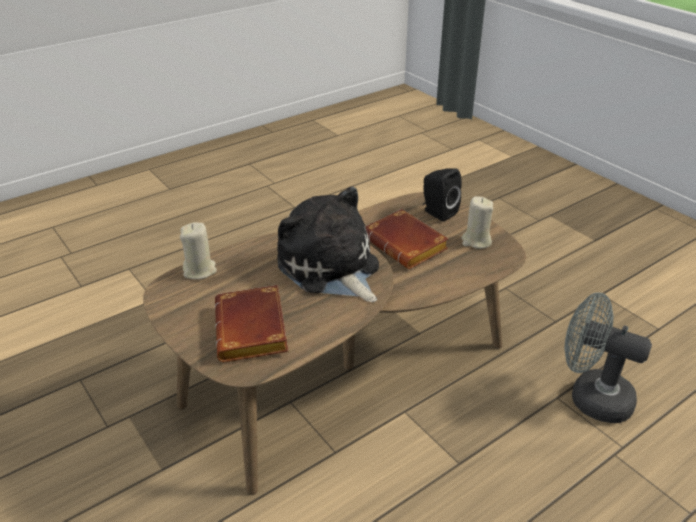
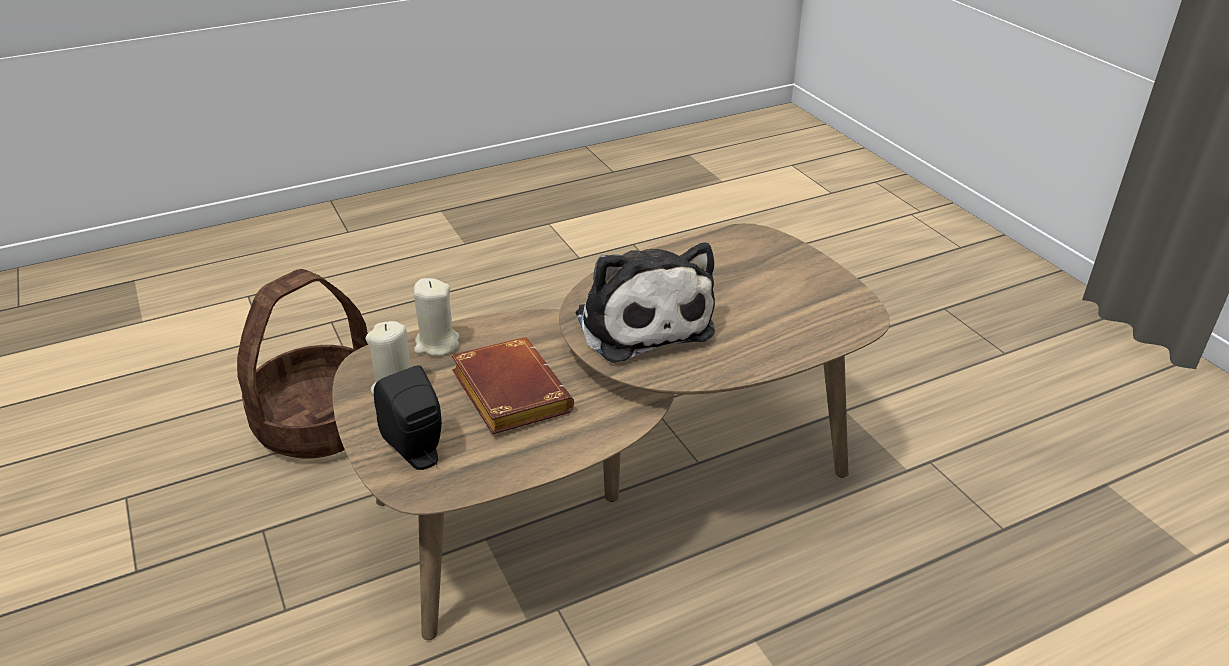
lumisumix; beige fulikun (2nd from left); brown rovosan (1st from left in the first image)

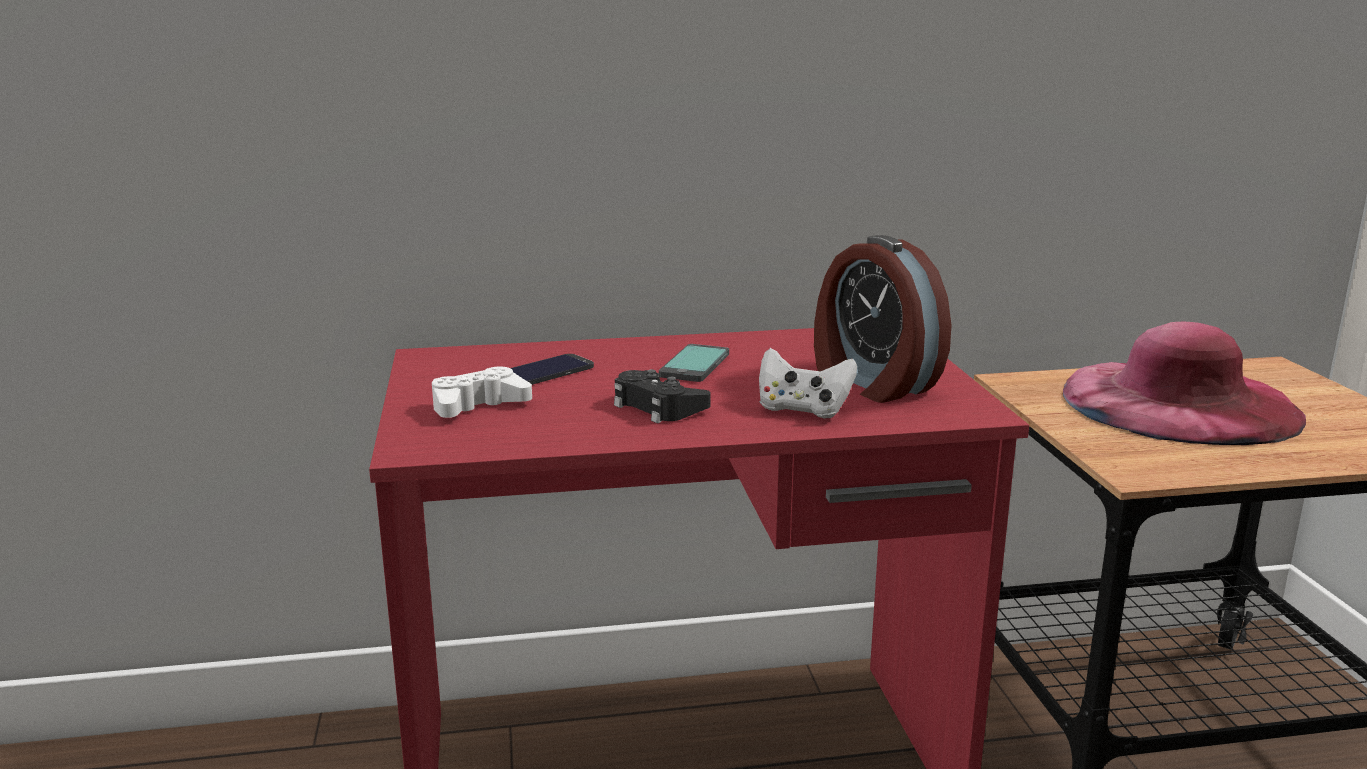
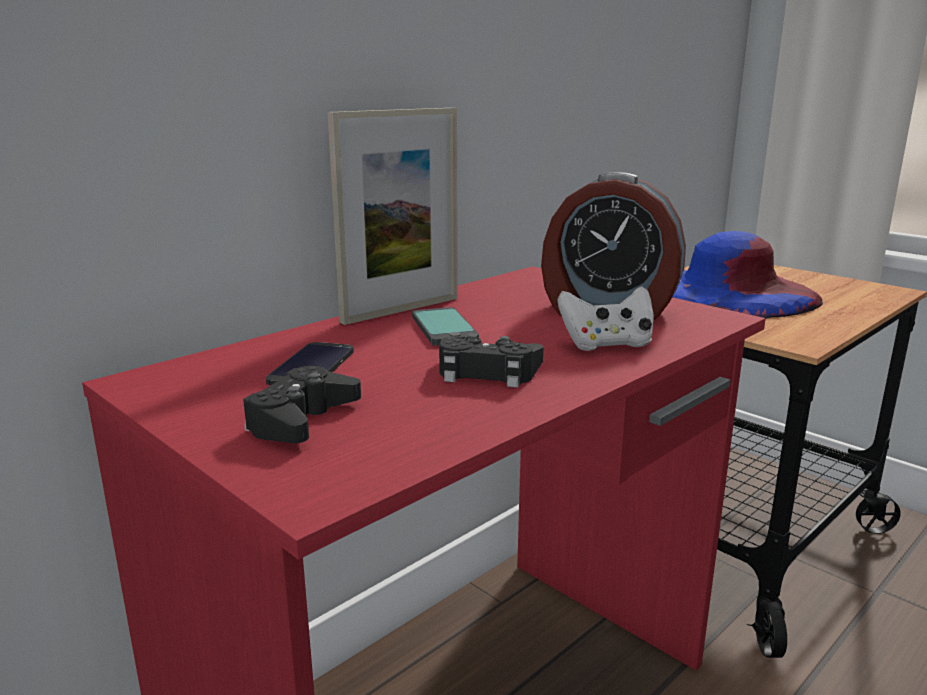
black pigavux (1st from left); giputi; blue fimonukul

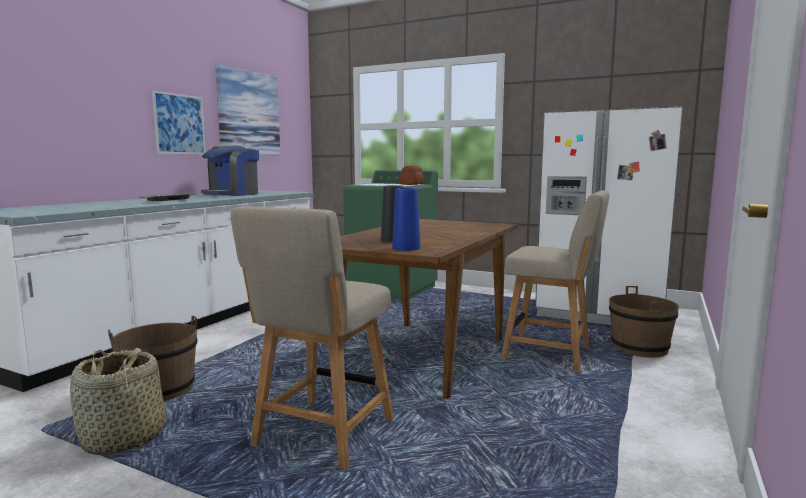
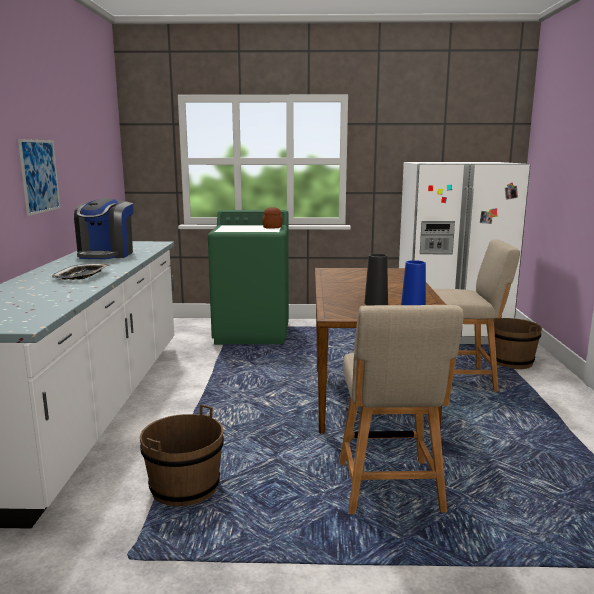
lumisumix; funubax (2nd from left in the first image)

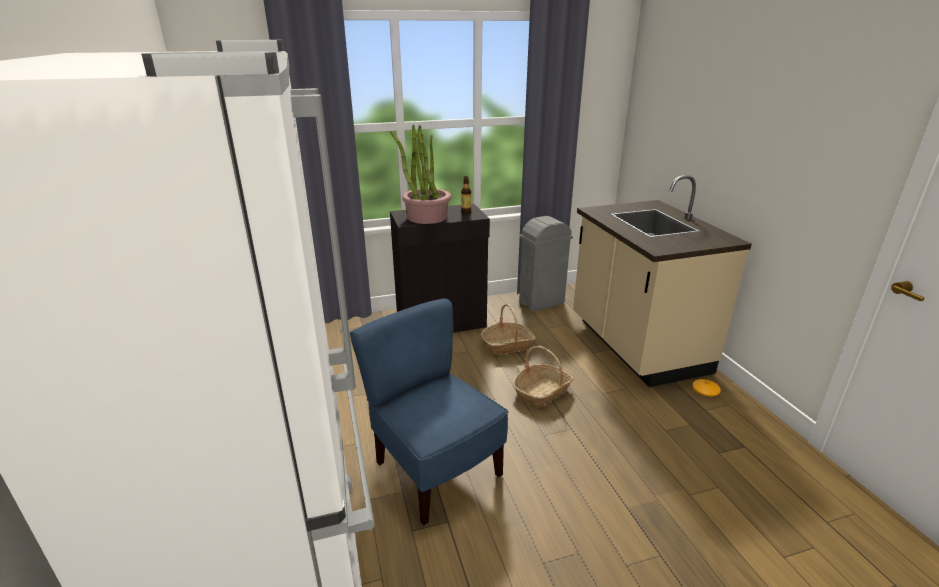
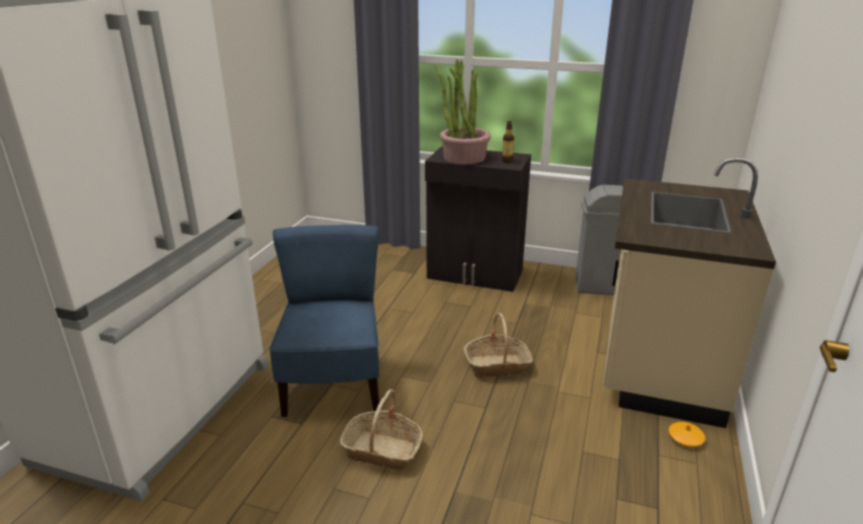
lumisumix (1st from left)

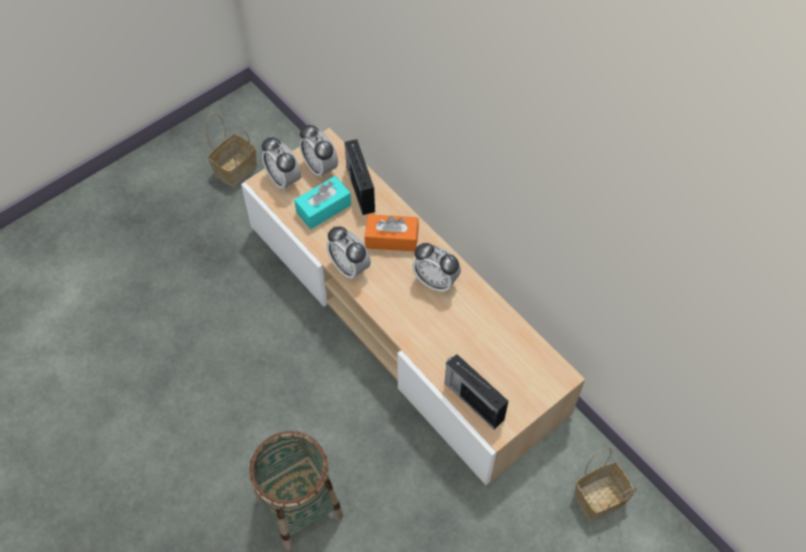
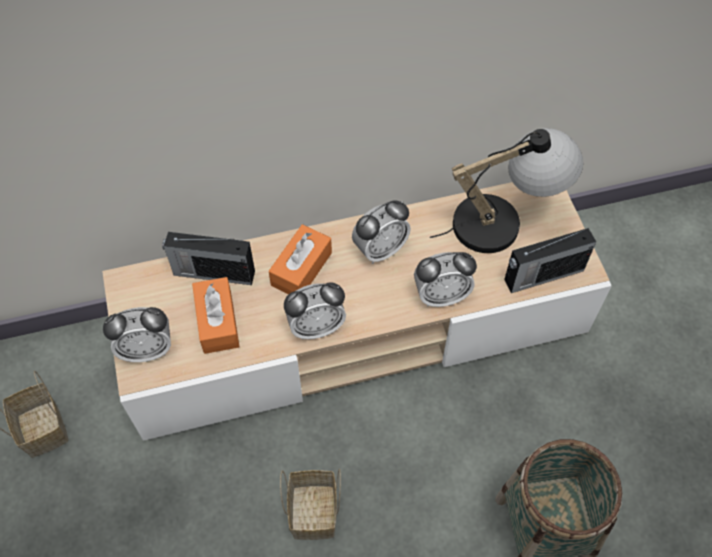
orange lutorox (1st from left); lumisumix (2nd from left); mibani (4th from left); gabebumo

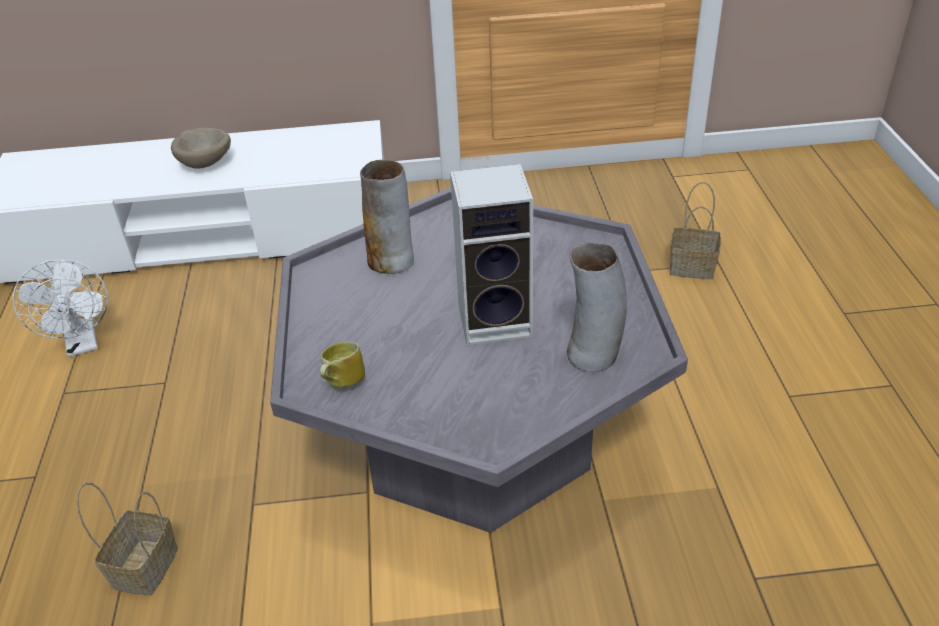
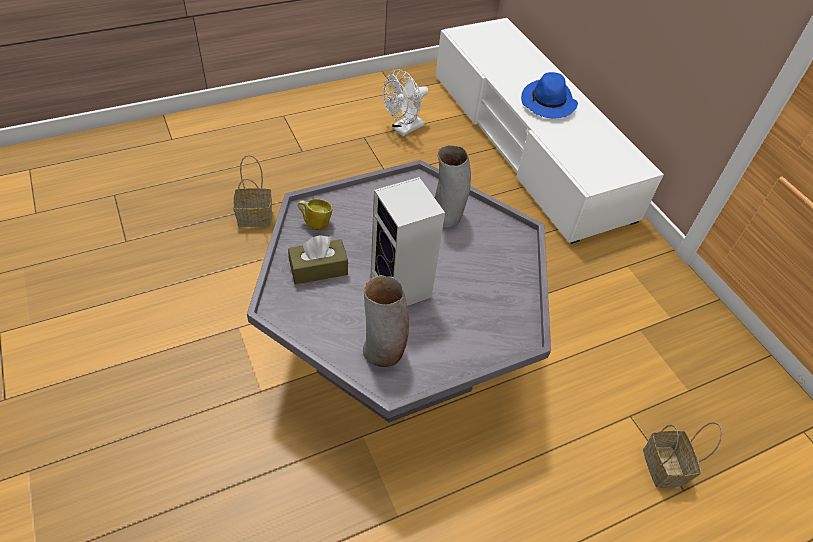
brown lutorox; blue fimonukul

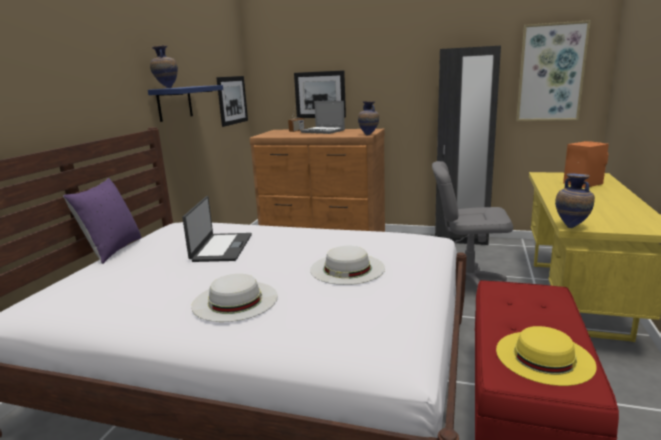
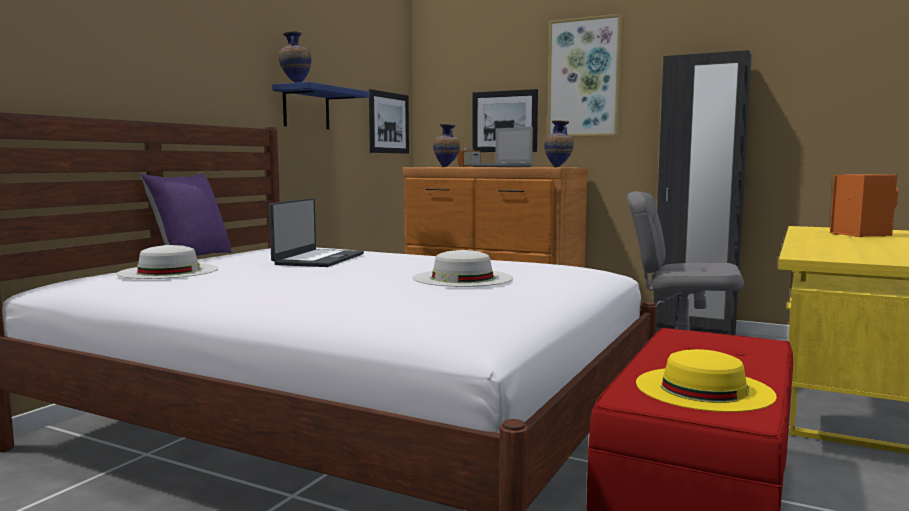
white fimonukul (1st from left); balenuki (2nd from left); funubax (3rd from left)

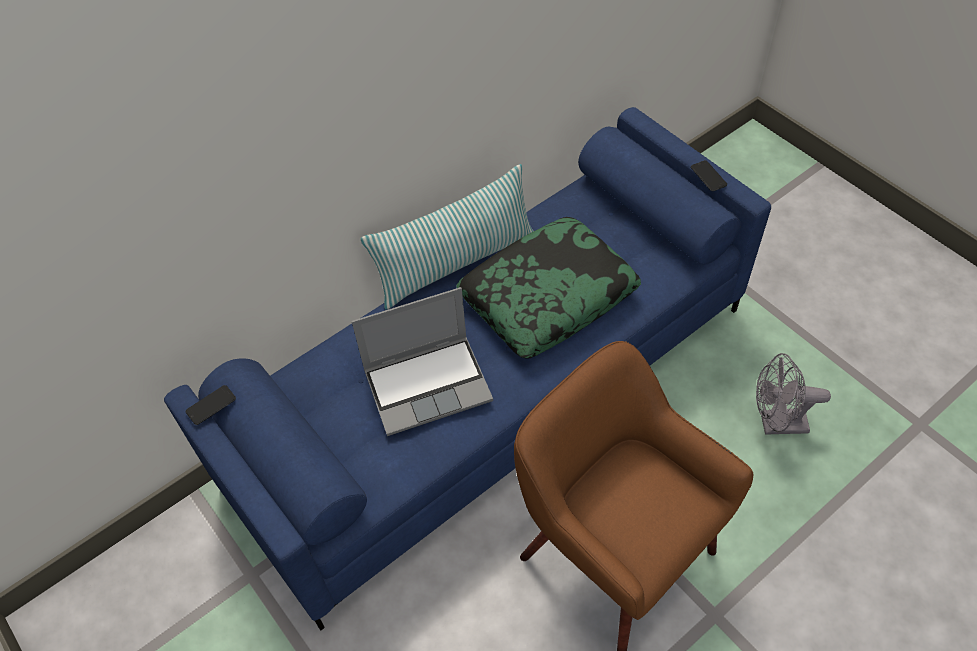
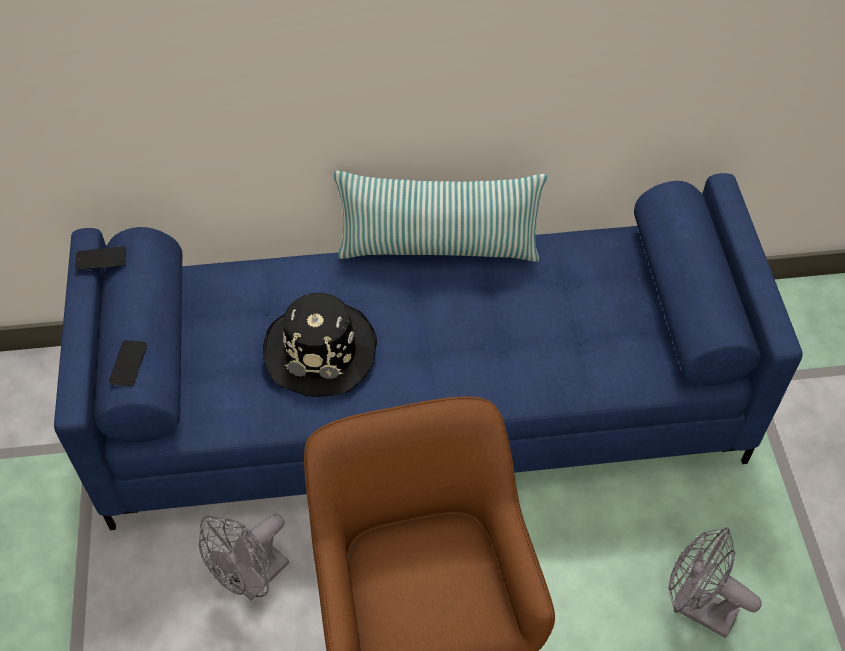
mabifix (2nd from left); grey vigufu (1st from left); black fimonukul; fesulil (2nd from left in the first image)

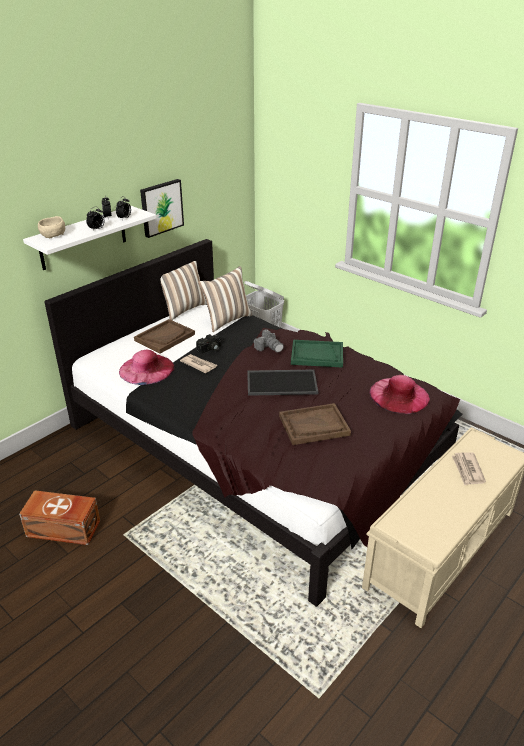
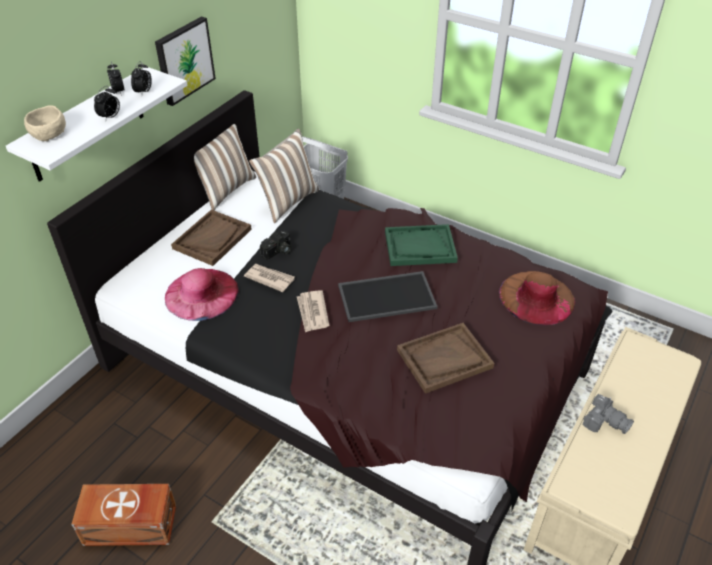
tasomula (2nd from left); brown fimonukul; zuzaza (2nd from left)

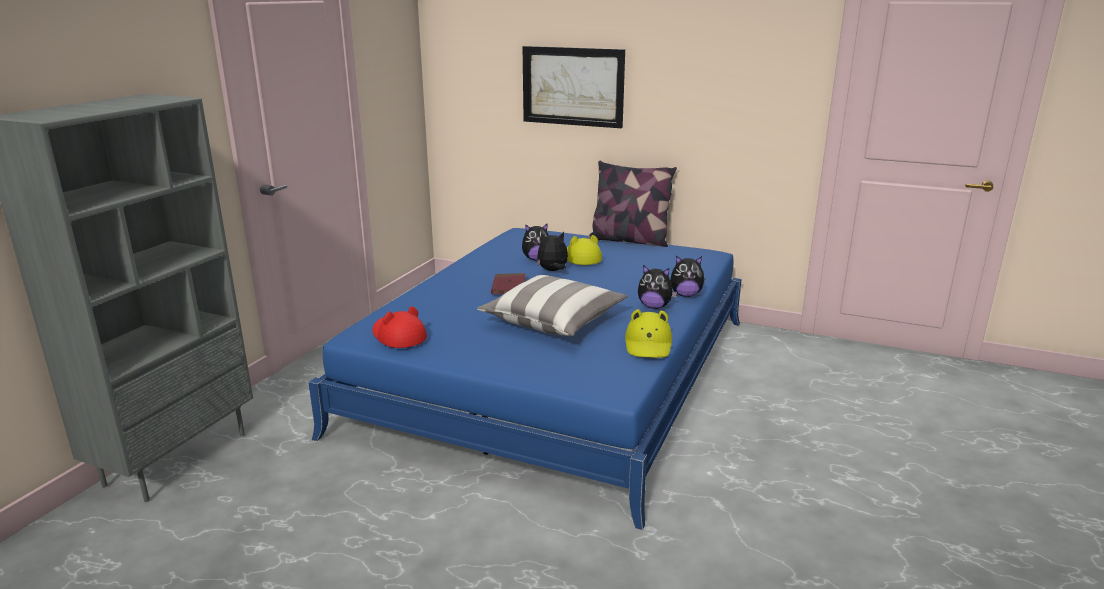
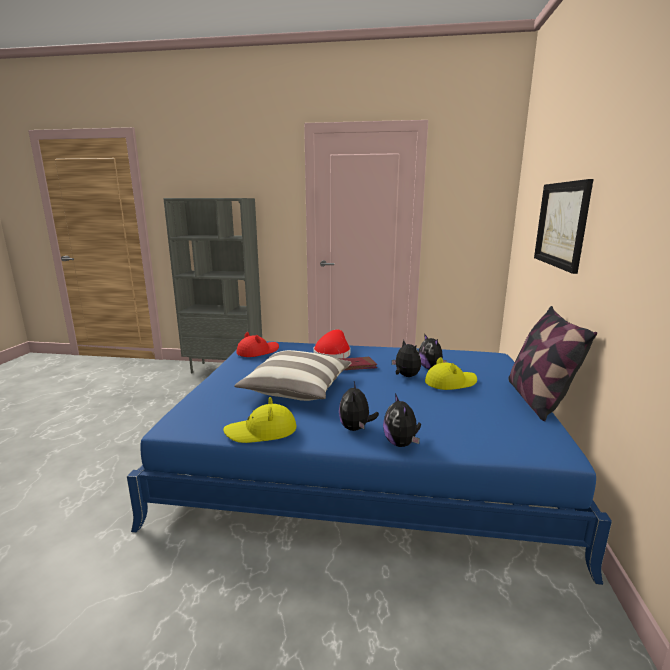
red fimonukul (2nd from left)

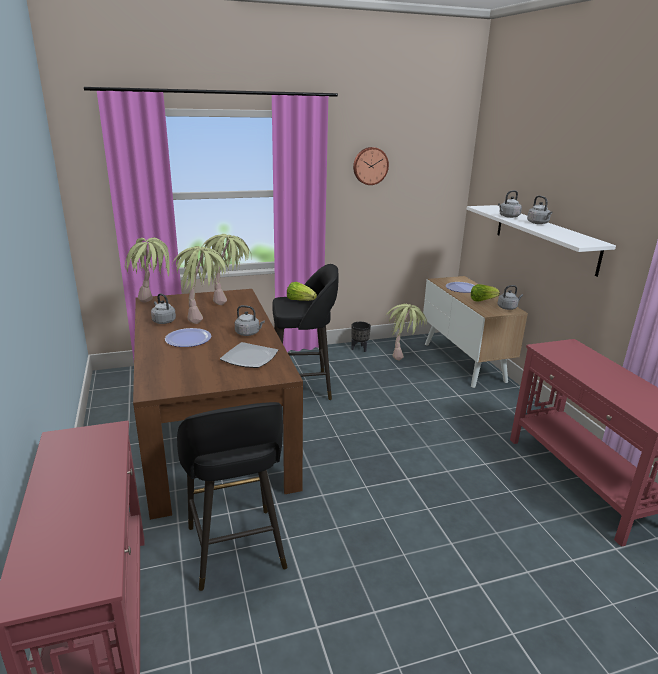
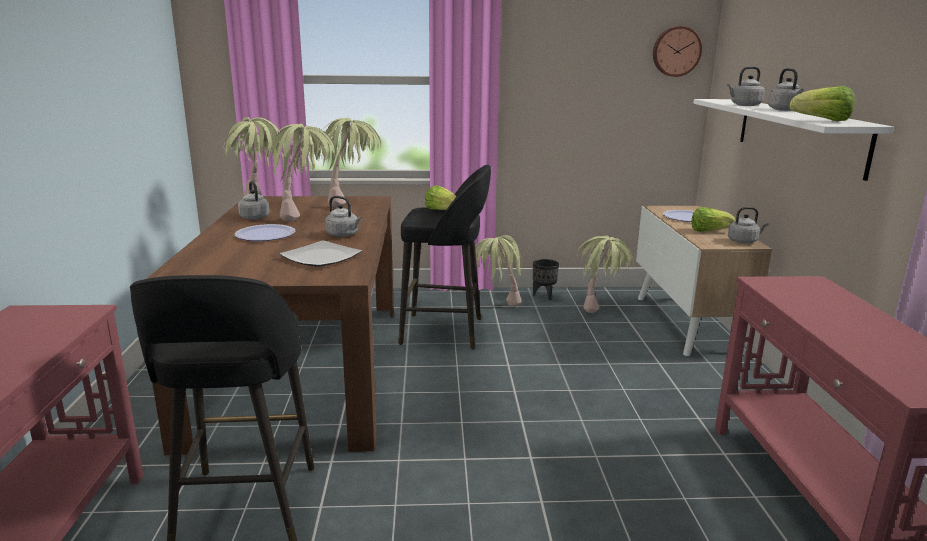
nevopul (4th from left); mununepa; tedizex (3rd from left)

